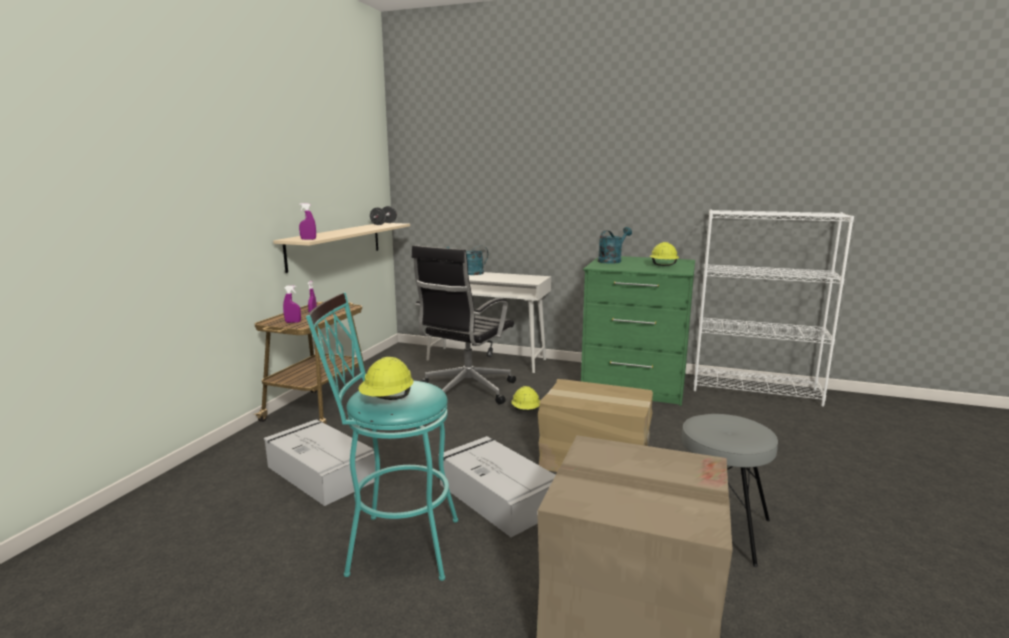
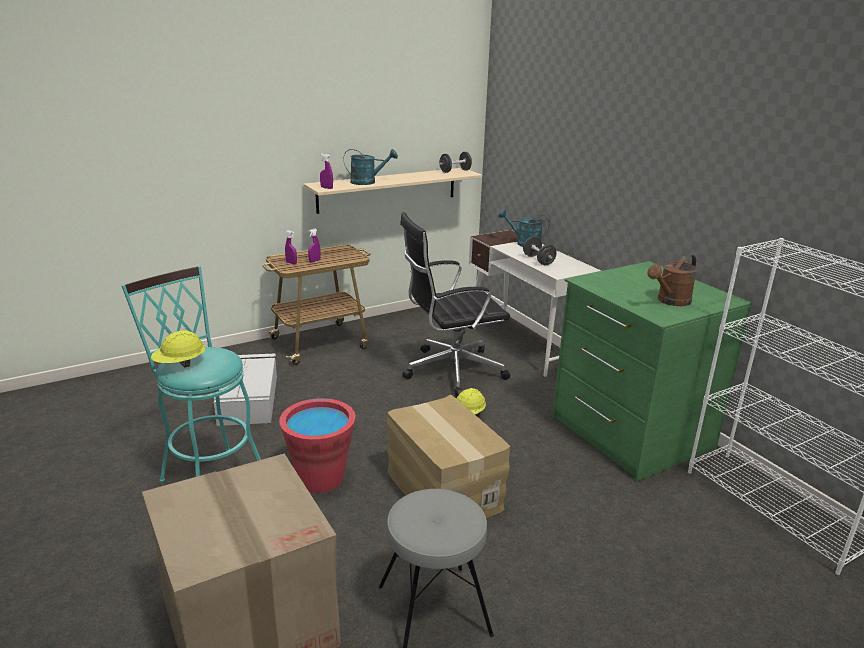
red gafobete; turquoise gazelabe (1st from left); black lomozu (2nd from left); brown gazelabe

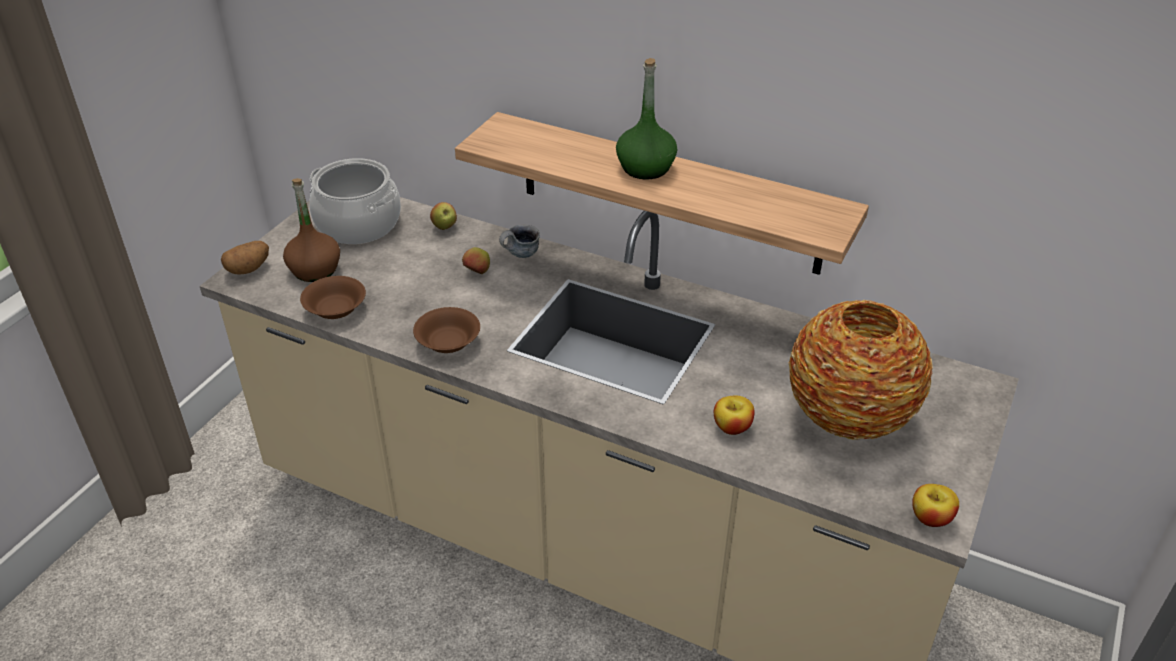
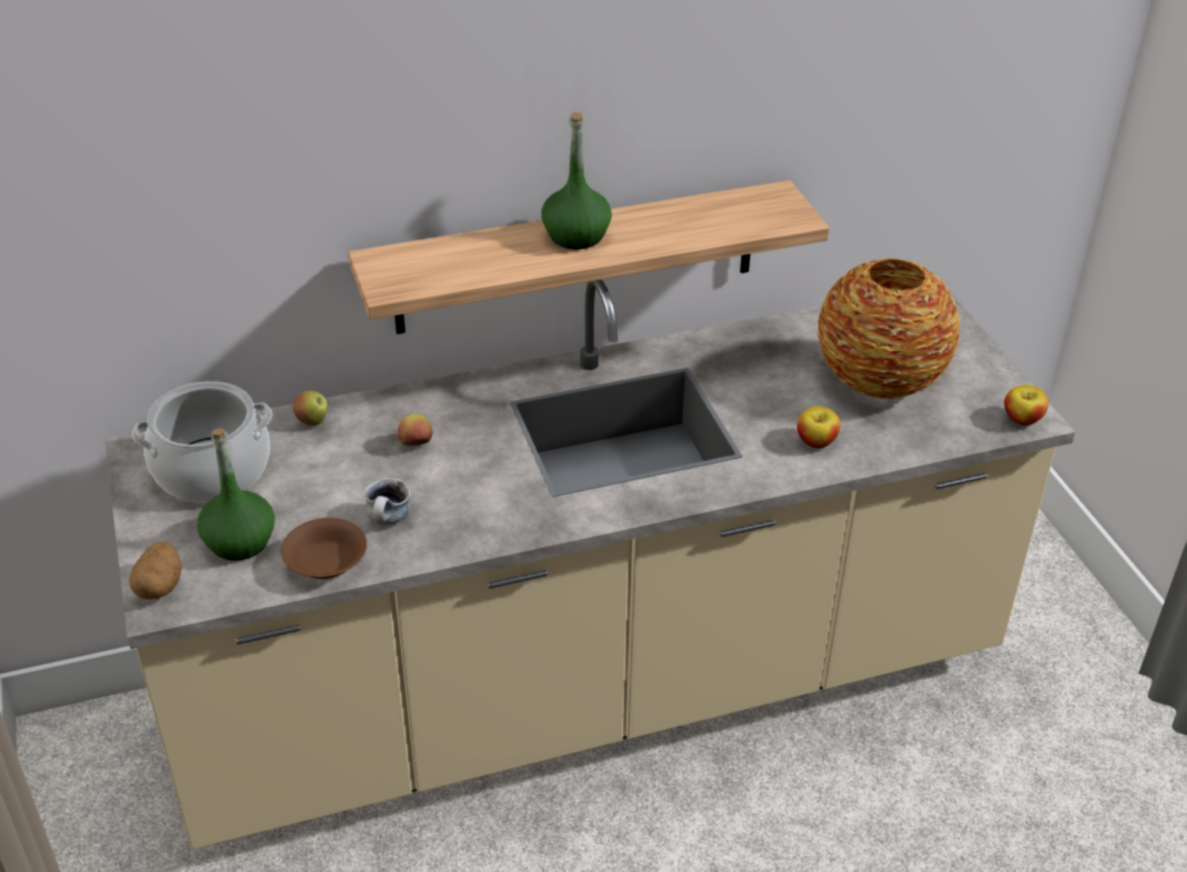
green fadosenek (1st from left); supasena; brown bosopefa (2nd from left in the first image)

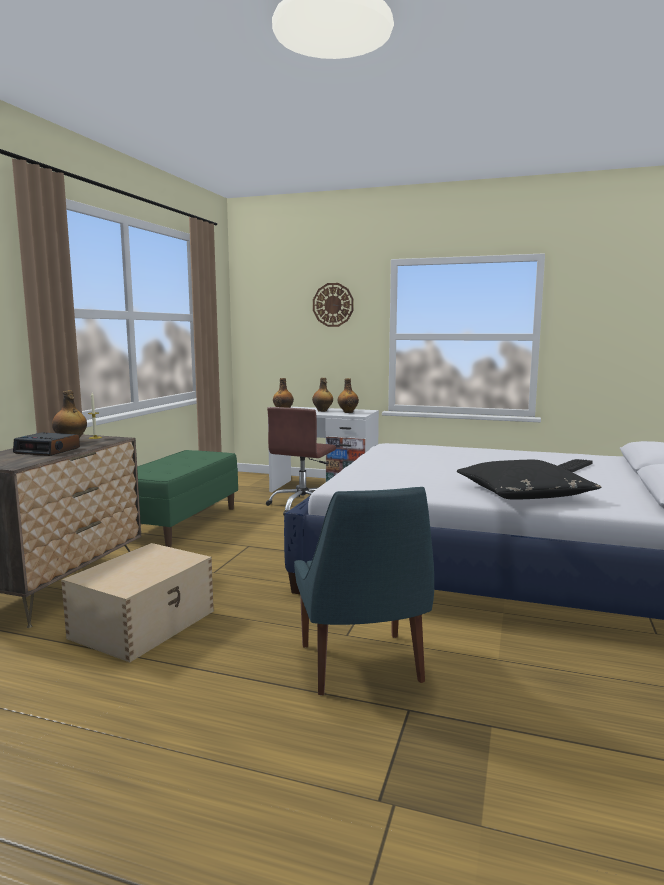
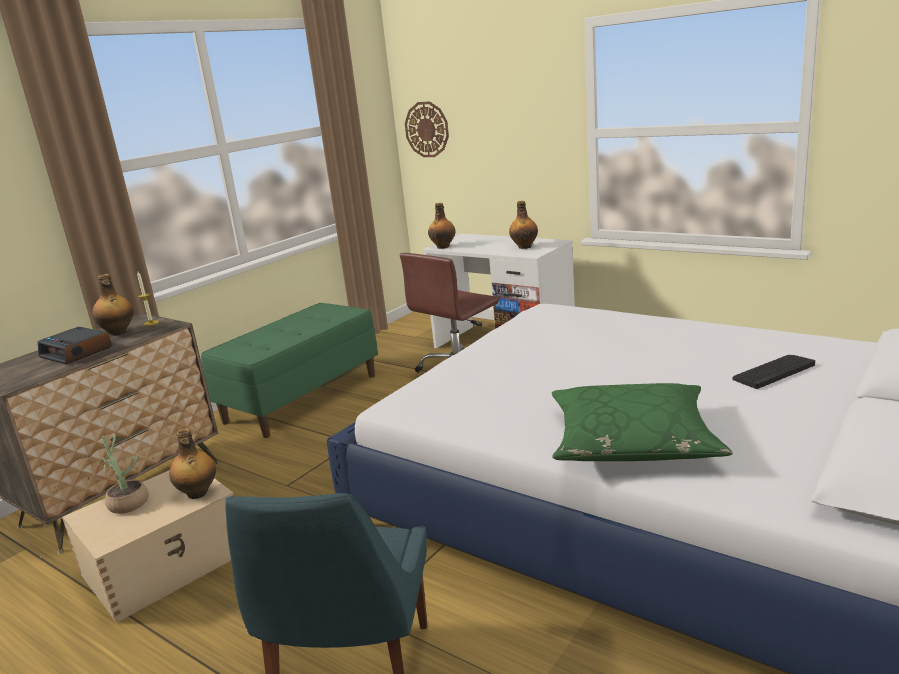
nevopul; fadosenek (2nd from left); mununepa; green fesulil

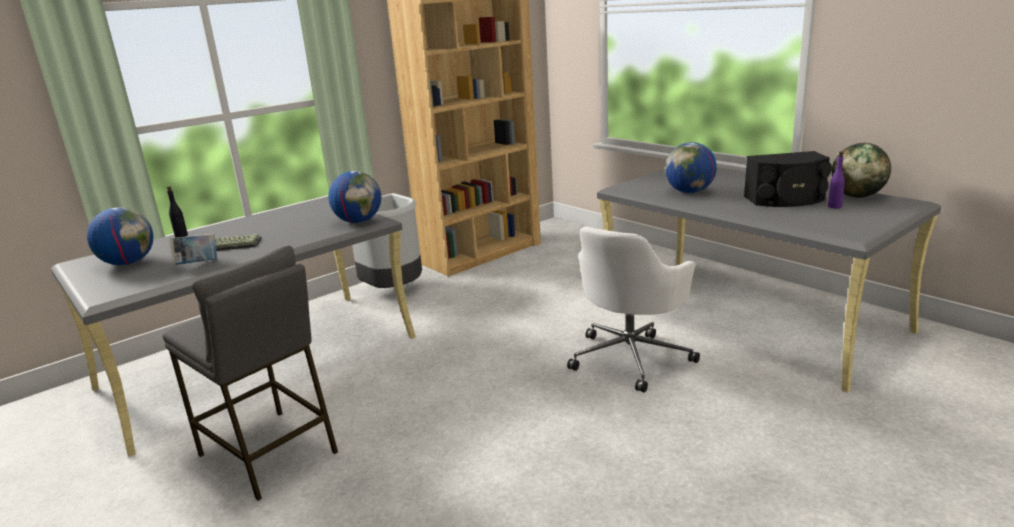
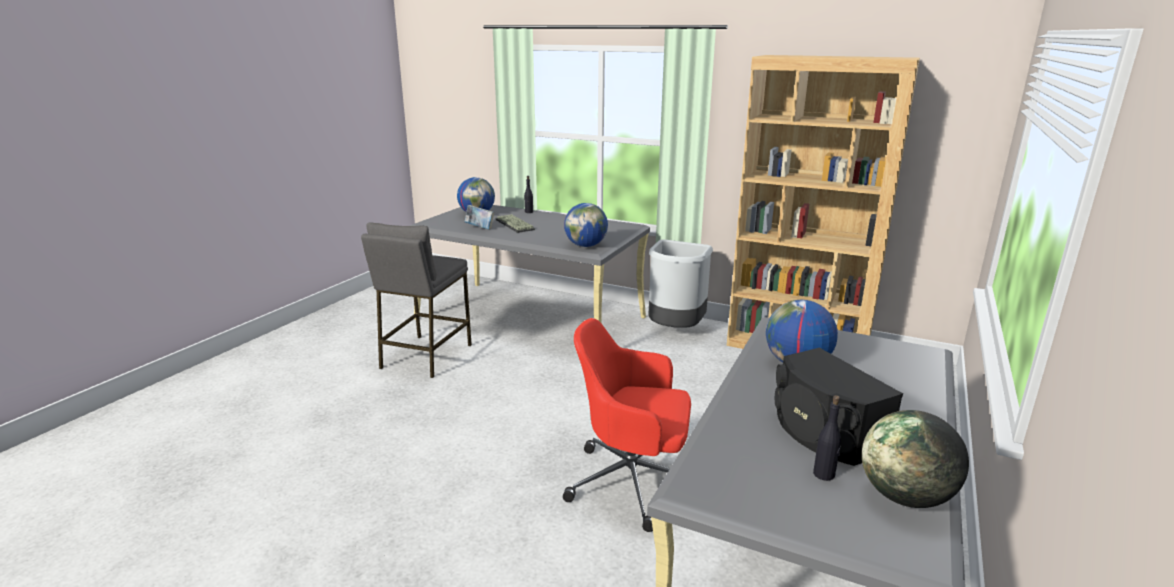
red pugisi; black fadosenek (2nd from left)

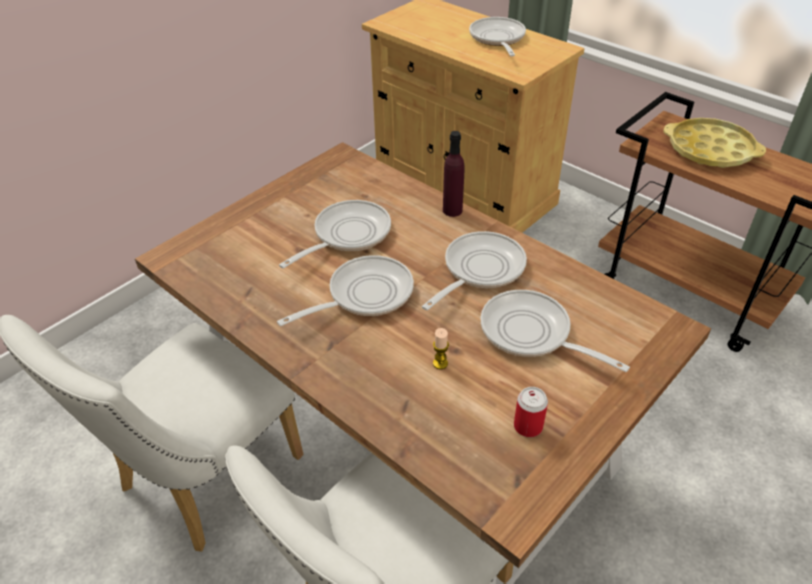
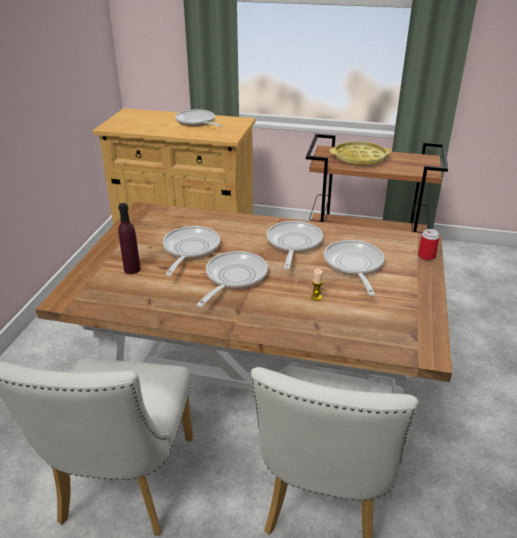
purple fadosenek; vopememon (5th from left); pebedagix

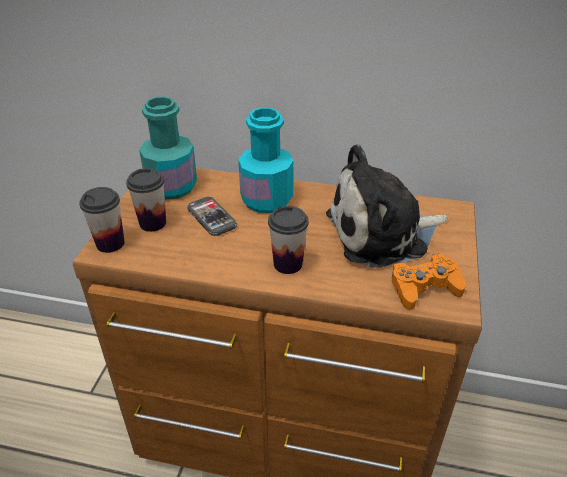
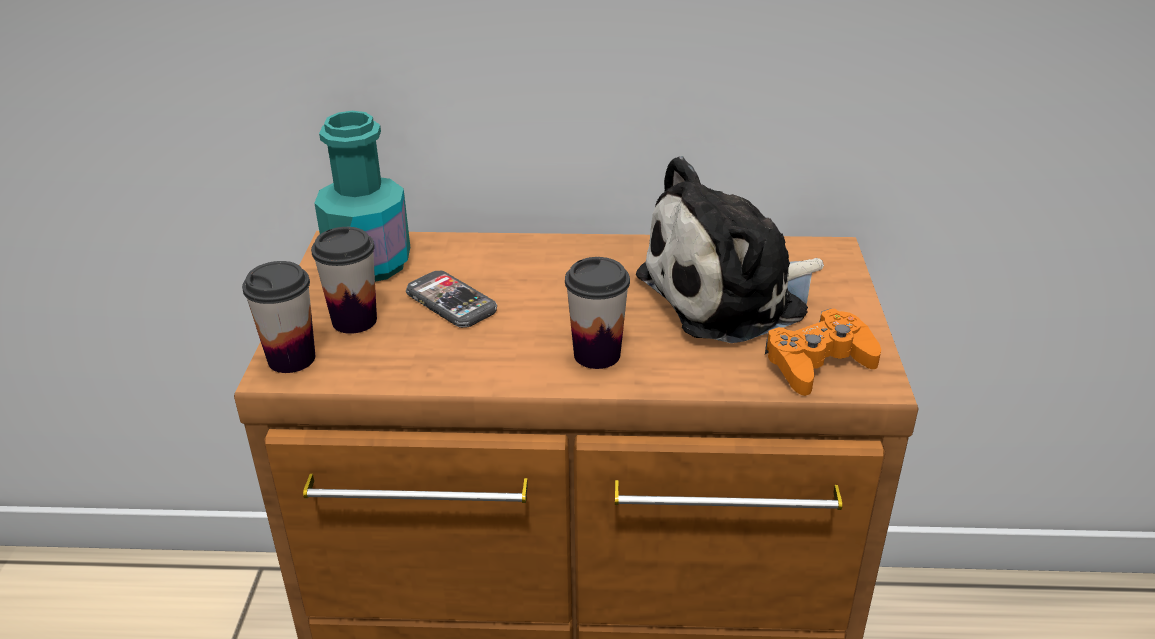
turquoise fadosenek (2nd from left in the first image)

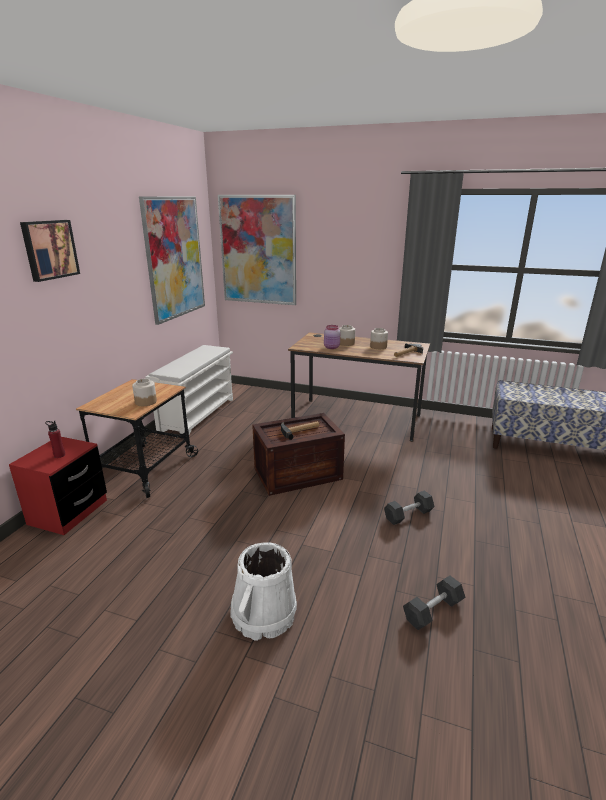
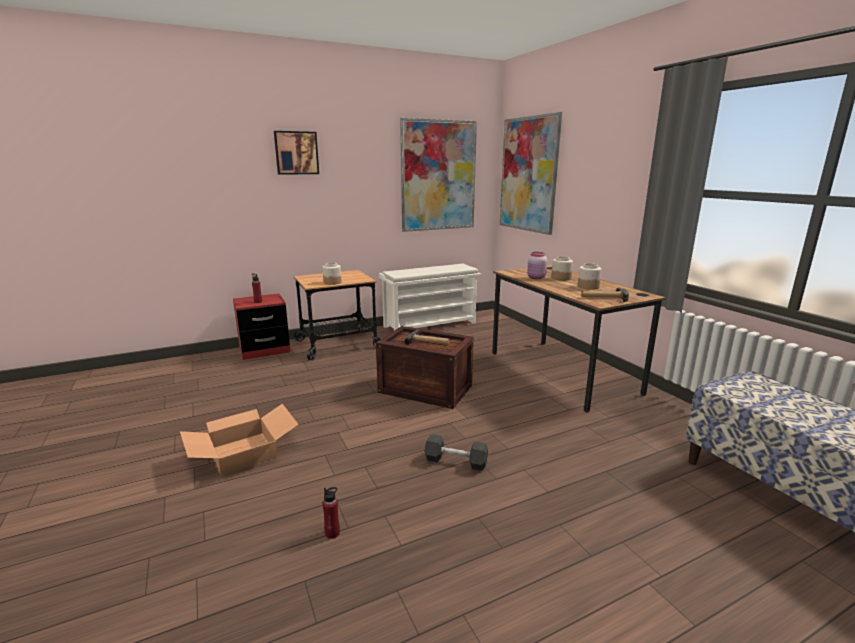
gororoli; red fadosenek (2nd from left)

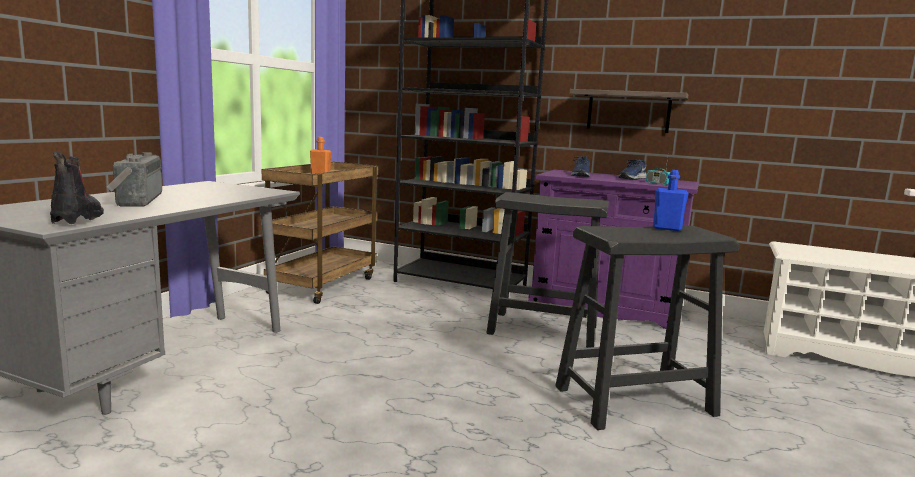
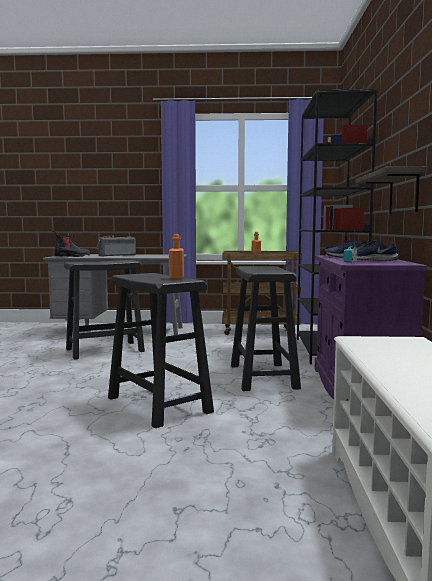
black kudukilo (1st from left); orange fadosenek (1st from left)

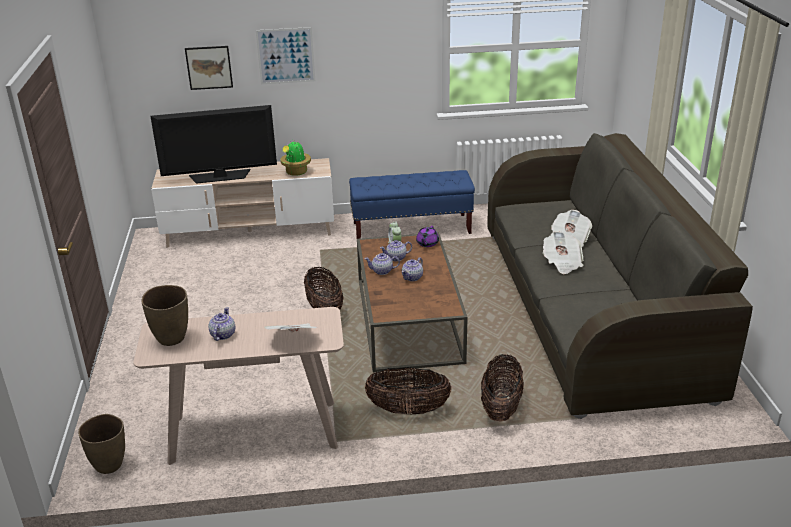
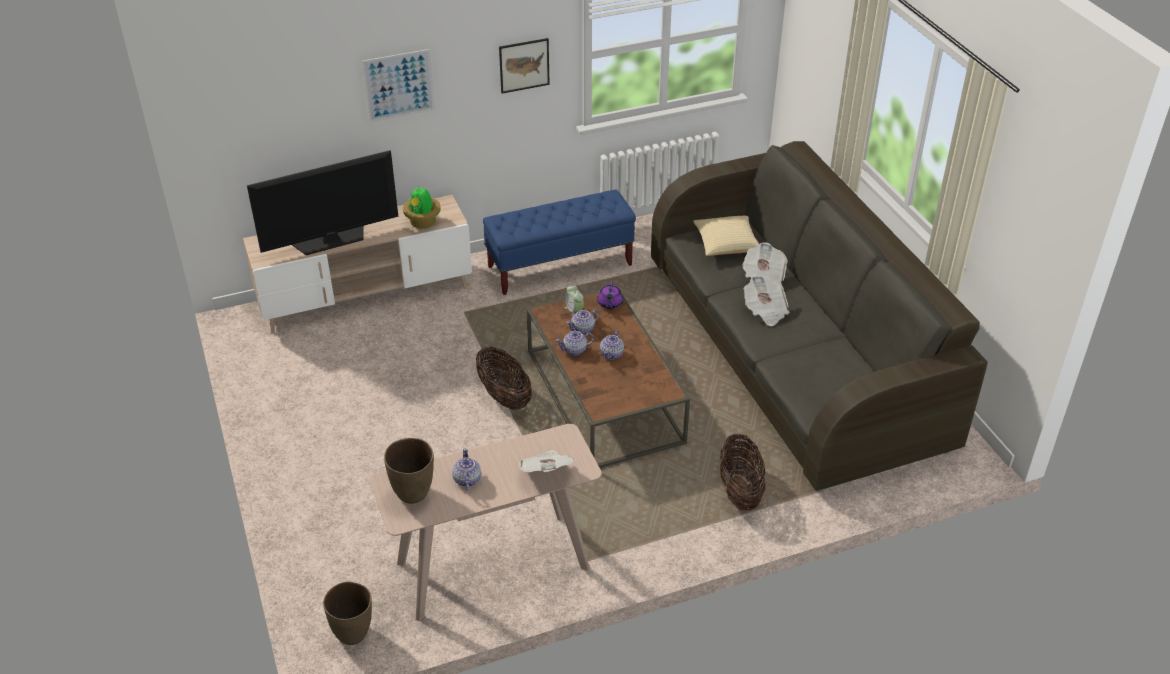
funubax (2nd from left); fesulil; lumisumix (2nd from left in the first image)

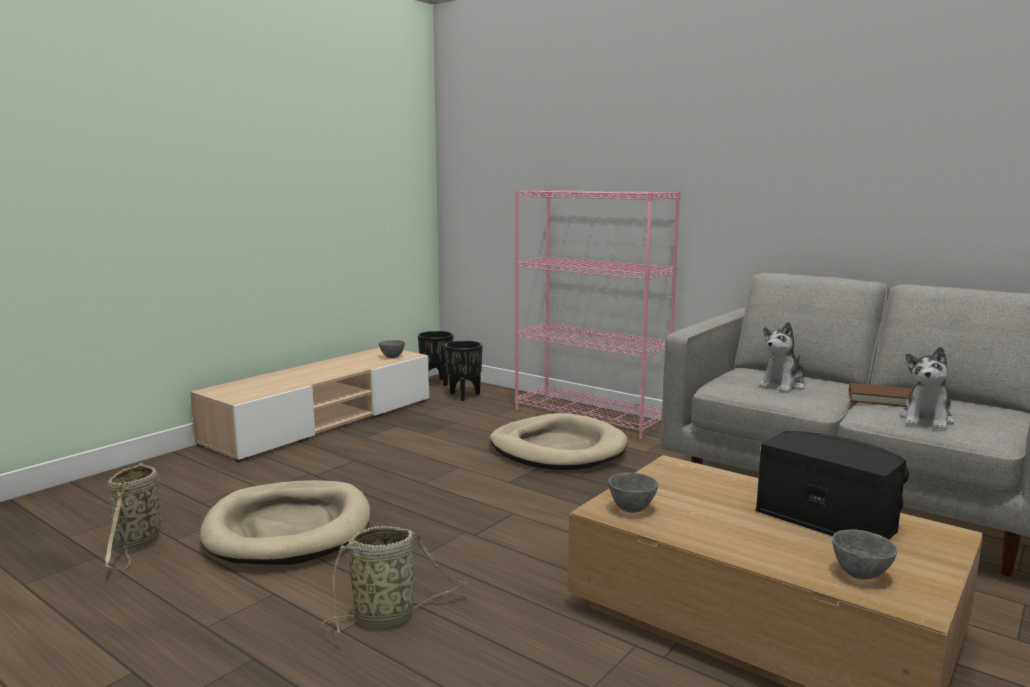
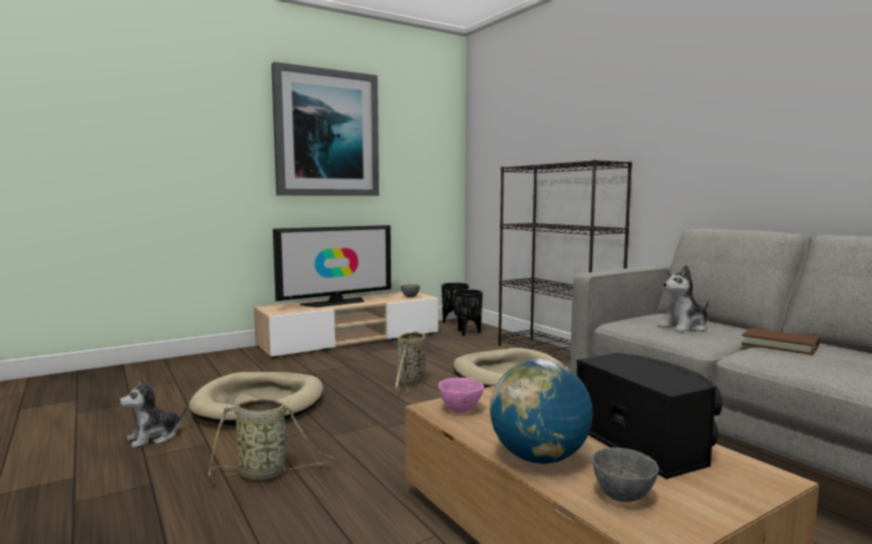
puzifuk (1st from left); funubax; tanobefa; lumisumix (2nd from left); pink bosopefa; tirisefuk; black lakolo

